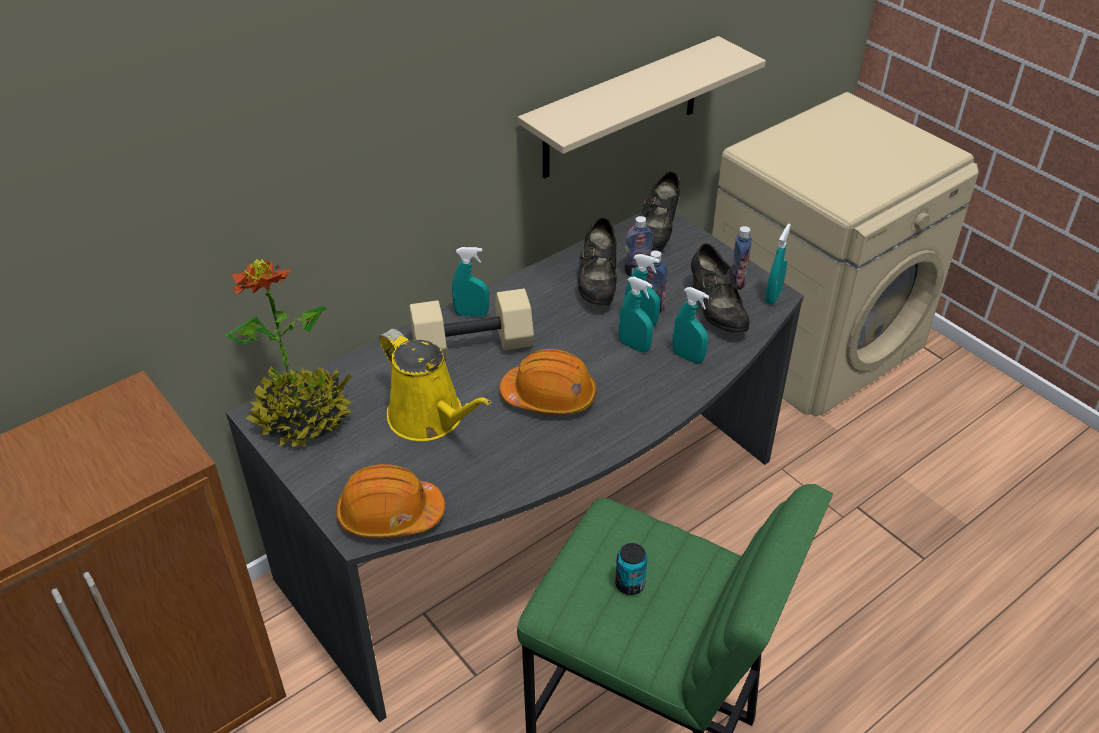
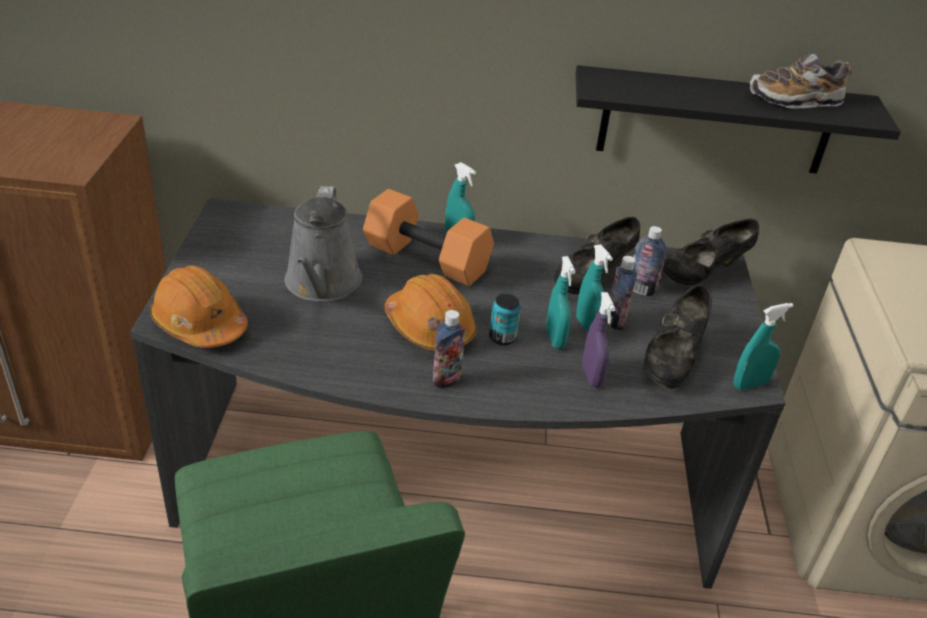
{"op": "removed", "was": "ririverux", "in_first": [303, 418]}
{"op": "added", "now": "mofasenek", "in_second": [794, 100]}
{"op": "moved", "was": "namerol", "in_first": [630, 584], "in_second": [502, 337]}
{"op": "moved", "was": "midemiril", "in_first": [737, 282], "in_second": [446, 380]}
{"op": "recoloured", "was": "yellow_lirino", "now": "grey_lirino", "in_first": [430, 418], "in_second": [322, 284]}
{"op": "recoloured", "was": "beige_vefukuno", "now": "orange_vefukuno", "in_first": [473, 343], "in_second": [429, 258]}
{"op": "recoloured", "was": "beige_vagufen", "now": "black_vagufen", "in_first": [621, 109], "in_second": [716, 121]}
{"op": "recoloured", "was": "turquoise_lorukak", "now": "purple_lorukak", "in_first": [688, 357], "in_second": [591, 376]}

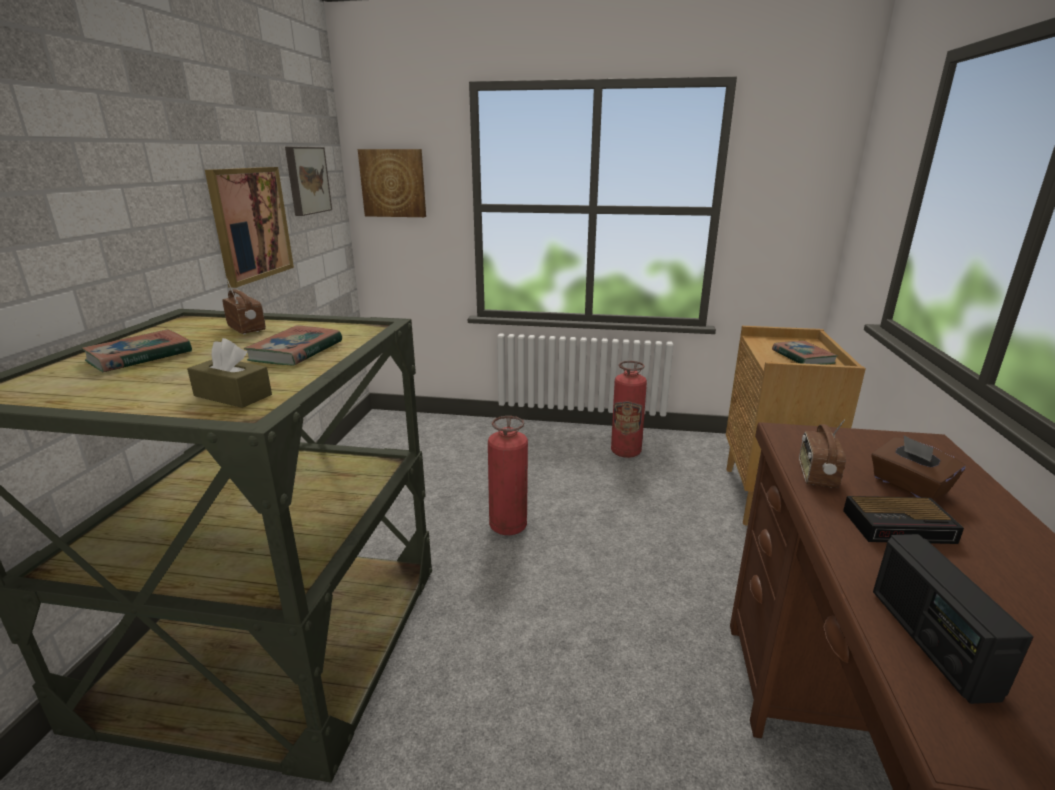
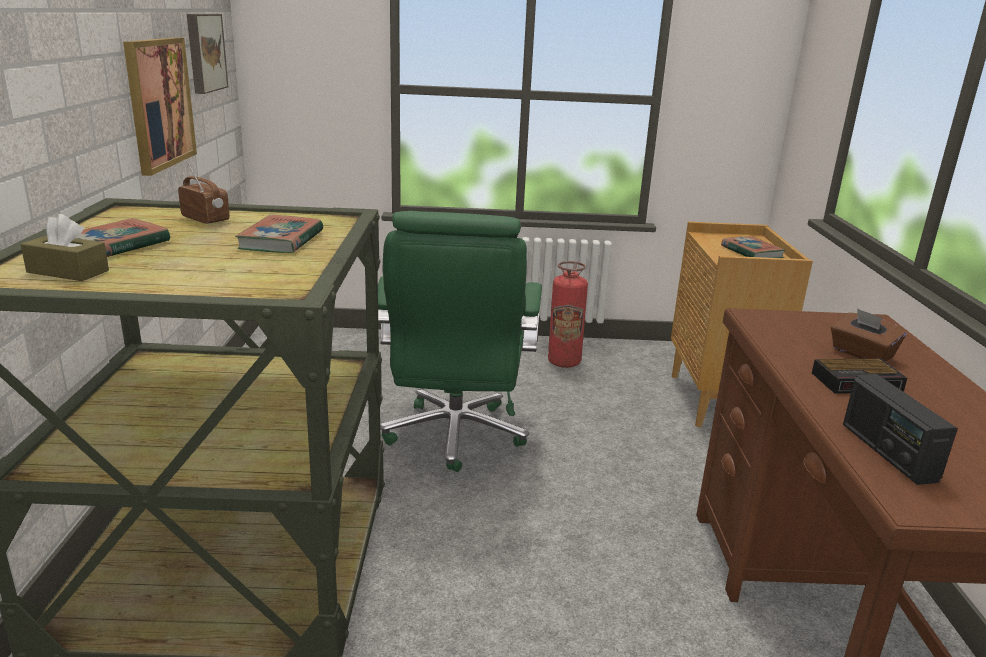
{"op": "removed", "was": "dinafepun", "in_first": [393, 183]}
{"op": "removed", "was": "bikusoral", "in_first": [816, 475]}
{"op": "moved", "was": "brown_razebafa", "in_first": [233, 395], "in_second": [68, 271]}
{"op": "replaced", "was": "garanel", "now": "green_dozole", "in_first": [508, 526], "in_second": [454, 439]}

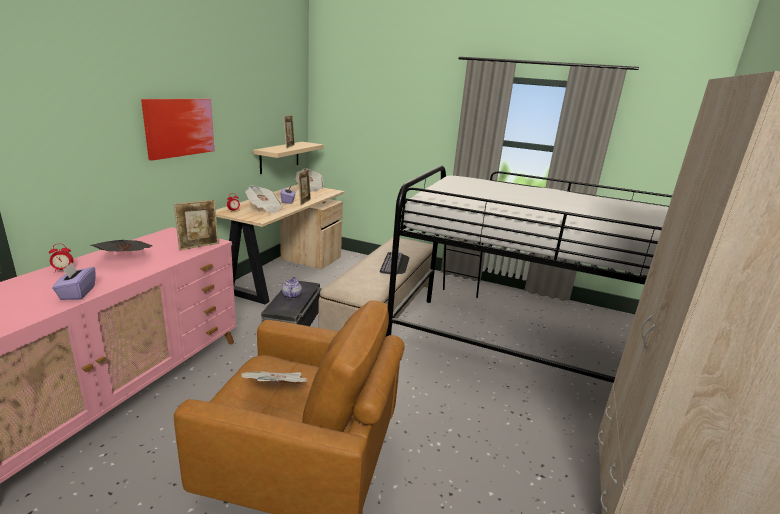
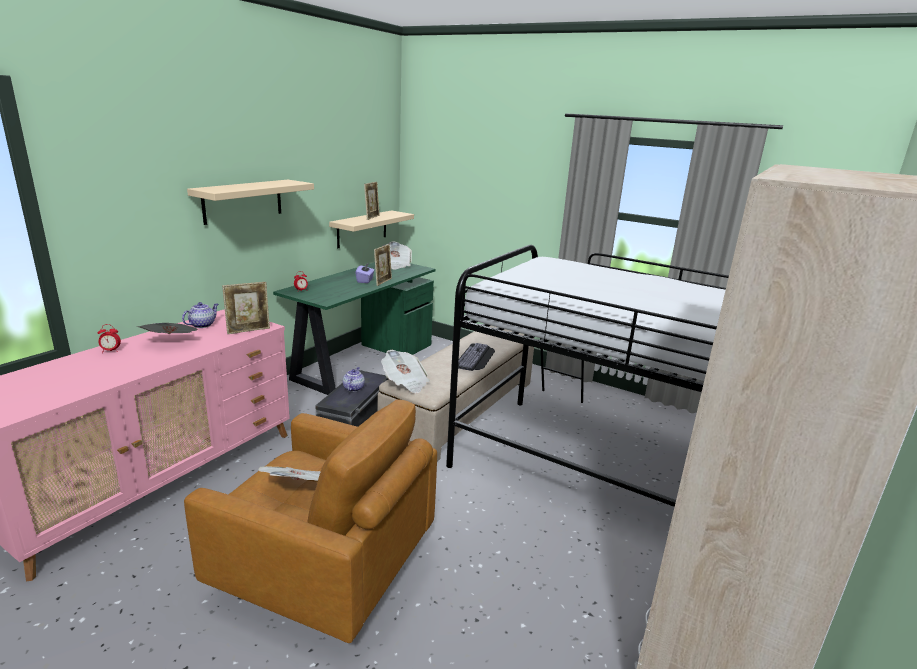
{"op": "removed", "was": "purple_razebafa", "in_first": [77, 293]}
{"op": "added", "now": "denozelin", "in_second": [202, 325]}
{"op": "moved", "was": "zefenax", "in_first": [265, 209], "in_second": [405, 383]}
{"op": "replaced", "was": "dinafepun", "now": "beige_vagufen", "in_first": [179, 127], "in_second": [243, 201]}
{"op": "recoloured", "was": "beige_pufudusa", "now": "green_pufudusa", "in_first": [285, 273], "in_second": [362, 361]}

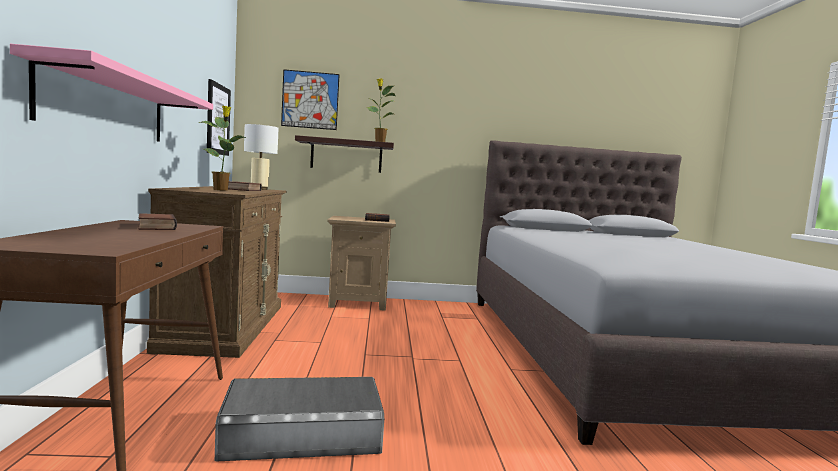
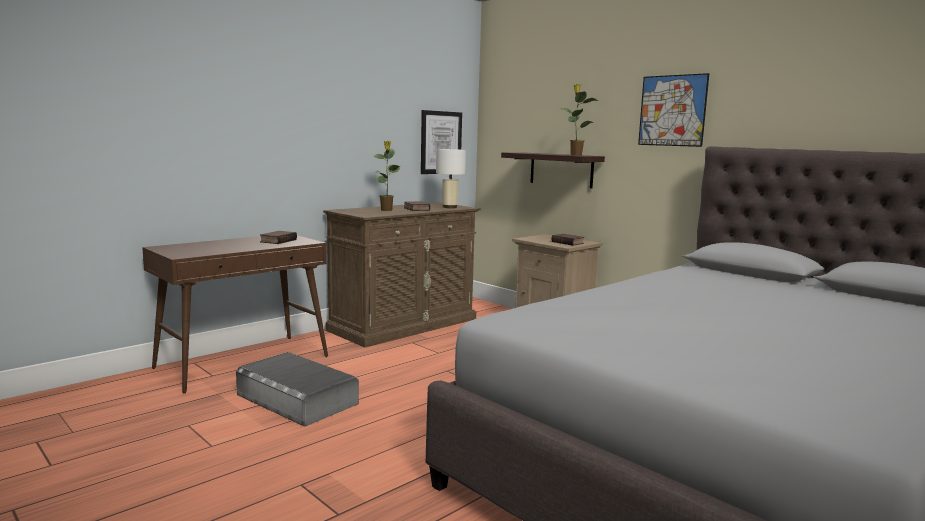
{"op": "removed", "was": "pink_vagufen", "in_first": [108, 106]}
{"op": "moved", "was": "dinafepun", "in_first": [310, 100], "in_second": [672, 110]}

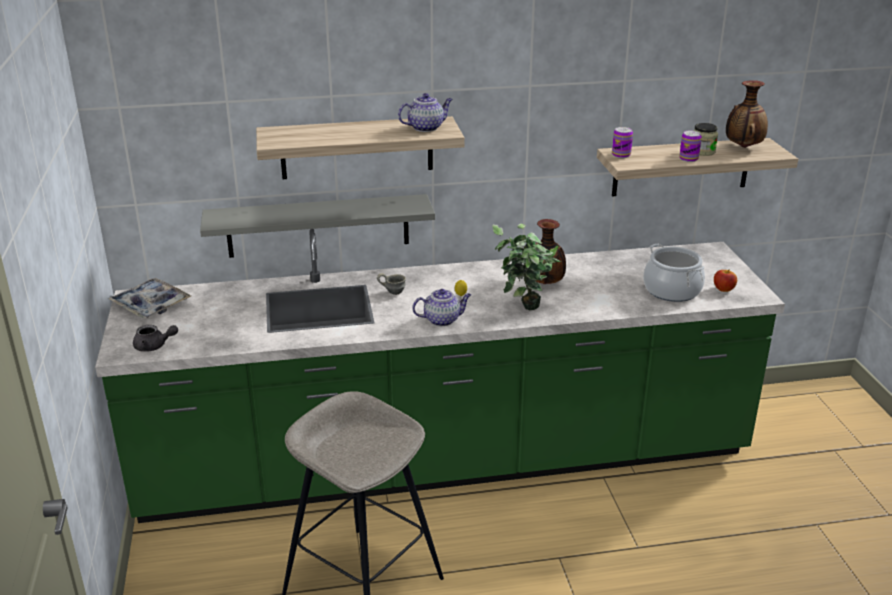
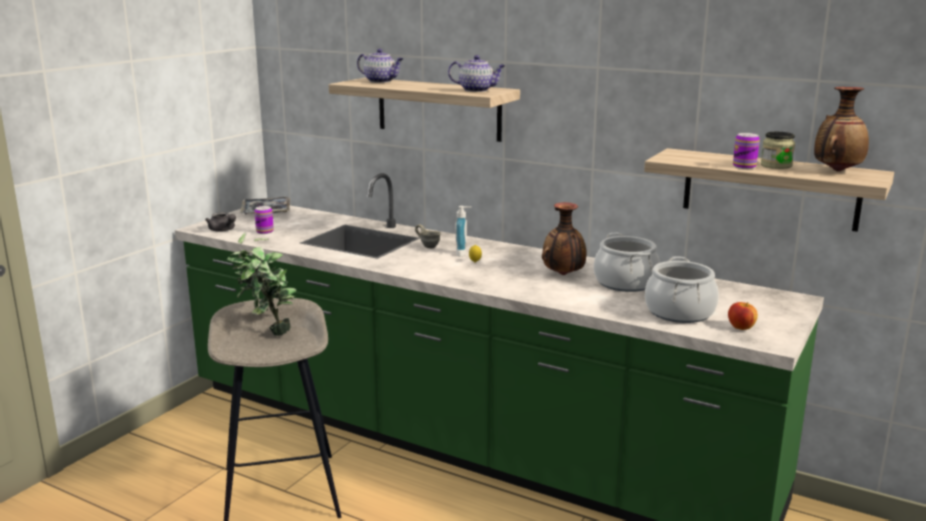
{"op": "removed", "was": "grey_vagufen", "in_first": [318, 226]}
{"op": "added", "now": "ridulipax", "in_second": [463, 253]}
{"op": "added", "now": "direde", "in_second": [625, 283]}
{"op": "moved", "was": "denozelin", "in_first": [442, 320], "in_second": [381, 81]}
{"op": "moved", "was": "ririverux", "in_first": [523, 311], "in_second": [267, 334]}
{"op": "moved", "was": "namerol", "in_first": [621, 155], "in_second": [265, 231]}

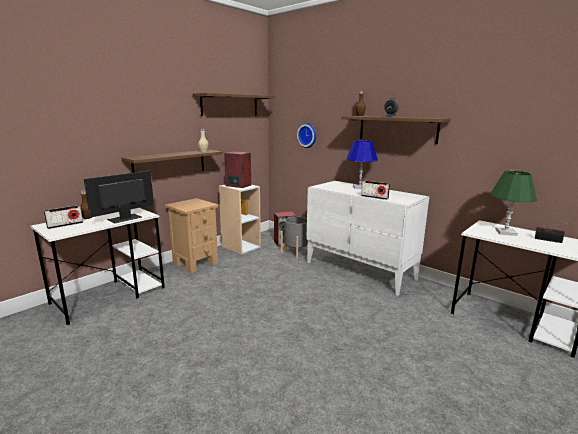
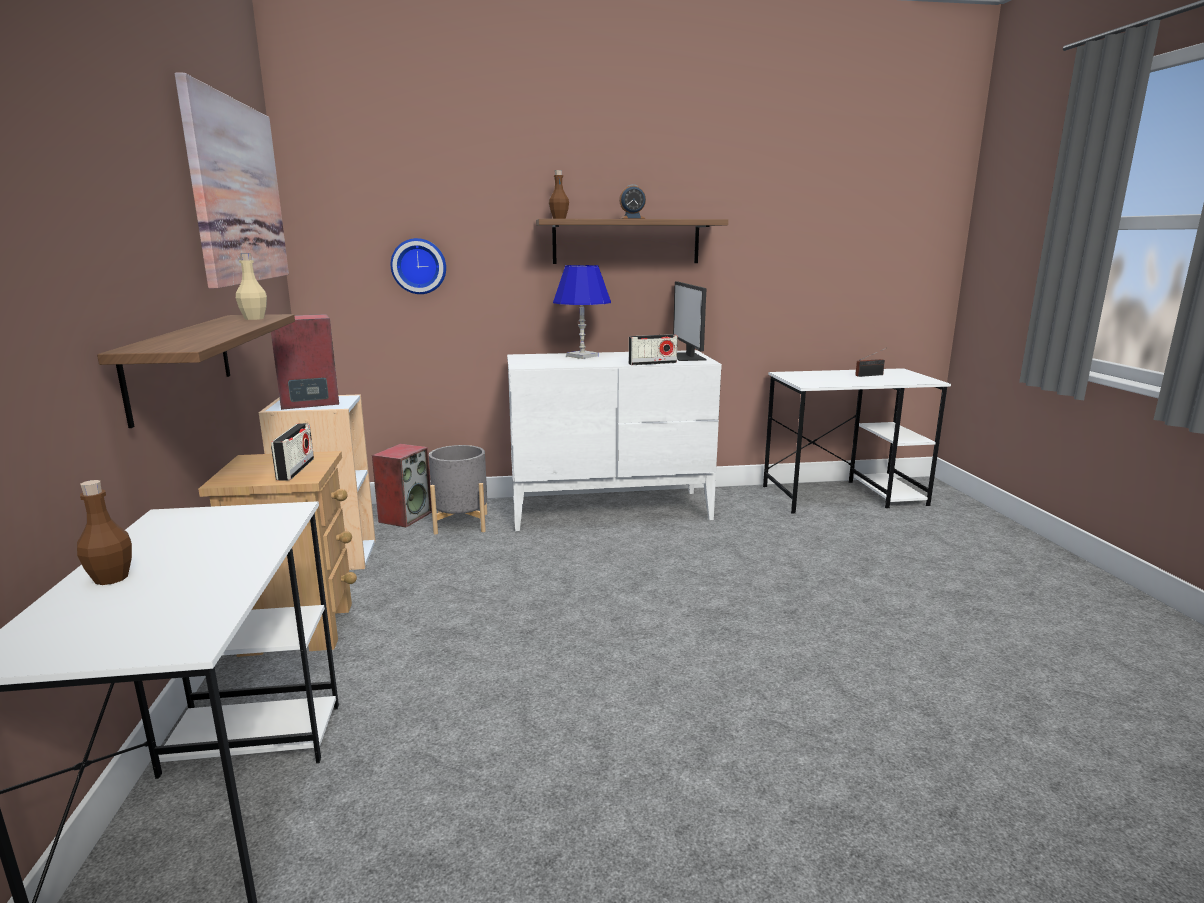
{"op": "removed", "was": "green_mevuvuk", "in_first": [505, 232]}
{"op": "moved", "was": "bikusoral", "in_first": [65, 225], "in_second": [296, 469]}
{"op": "moved", "was": "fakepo", "in_first": [124, 218], "in_second": [688, 357]}
{"op": "replaced", "was": "vagufen", "now": "dinafepun", "in_first": [230, 105], "in_second": [237, 192]}

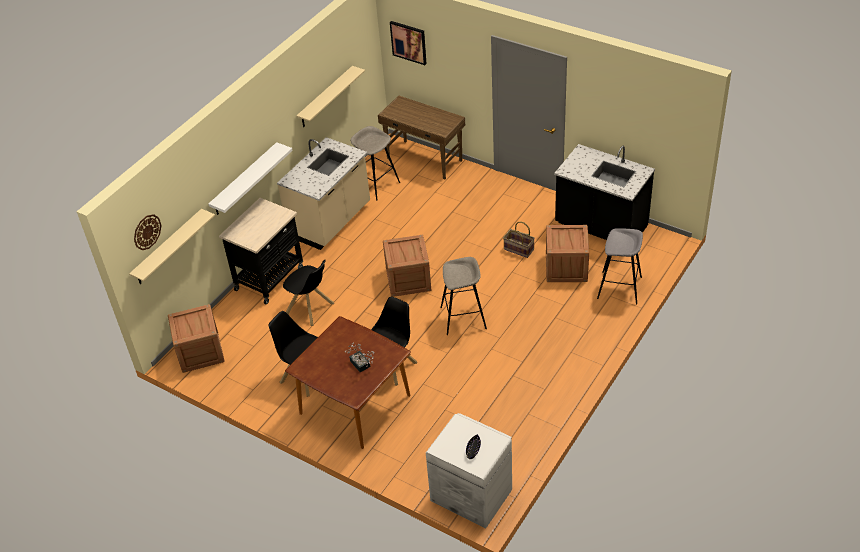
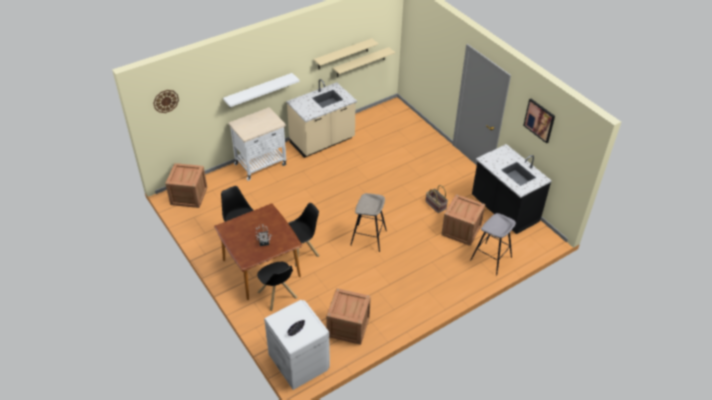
{"op": "removed", "was": "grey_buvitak", "in_first": [375, 184]}
{"op": "removed", "was": "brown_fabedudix", "in_first": [425, 160]}
{"op": "moved", "was": "beige_vagufen", "in_first": [168, 247], "in_second": [361, 62]}
{"op": "moved", "was": "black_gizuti", "in_first": [311, 309], "in_second": [278, 296]}
{"op": "moved", "was": "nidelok", "in_first": [408, 280], "in_second": [348, 326]}
{"op": "moved", "was": "dinafepun", "in_first": [408, 42], "in_second": [539, 120]}
{"op": "recoloured", "was": "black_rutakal", "now": "white_rutakal", "in_first": [269, 278], "in_second": [260, 164]}

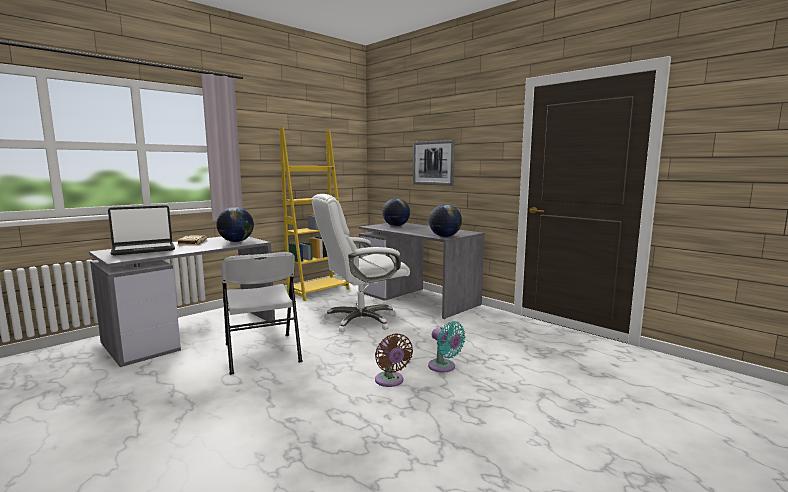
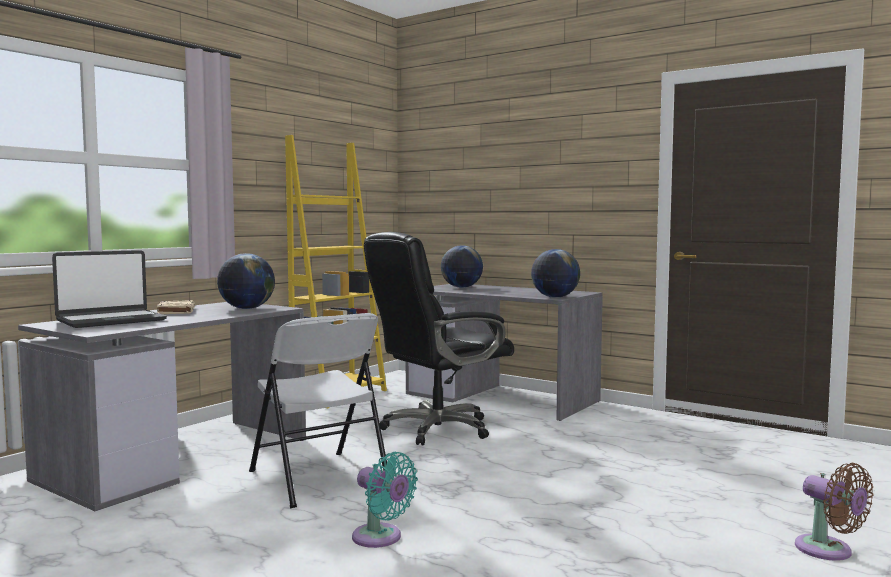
{"op": "removed", "was": "dinafepun", "in_first": [433, 163]}
{"op": "moved", "was": "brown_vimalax", "in_first": [390, 381], "in_second": [829, 551]}
{"op": "moved", "was": "turquoise_vimalax", "in_first": [444, 367], "in_second": [380, 538]}
{"op": "recoloured", "was": "white_dozole", "now": "black_dozole", "in_first": [362, 320], "in_second": [439, 428]}

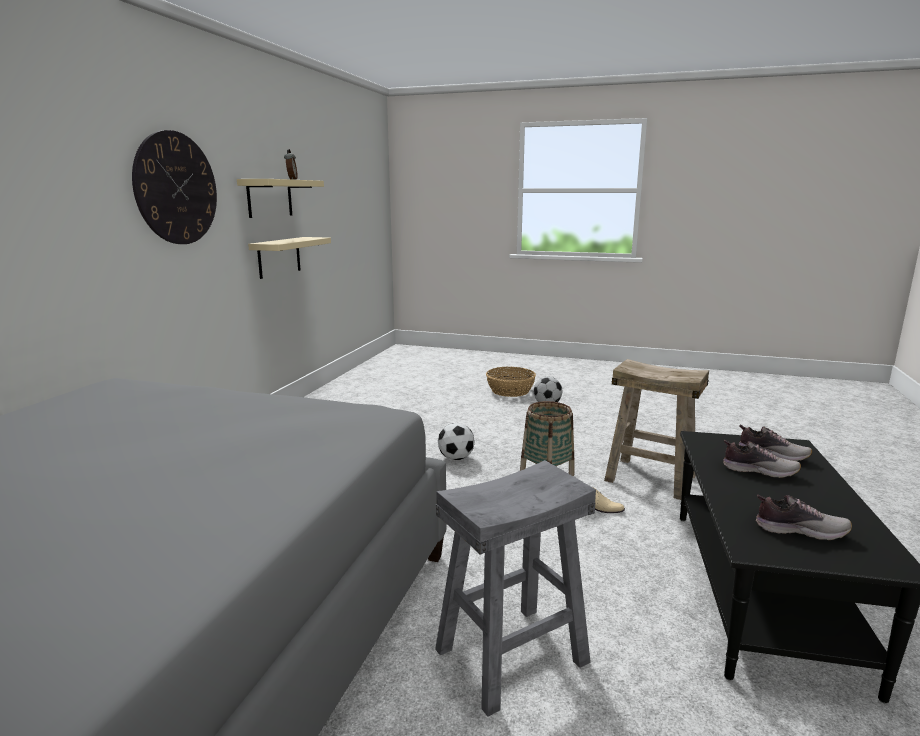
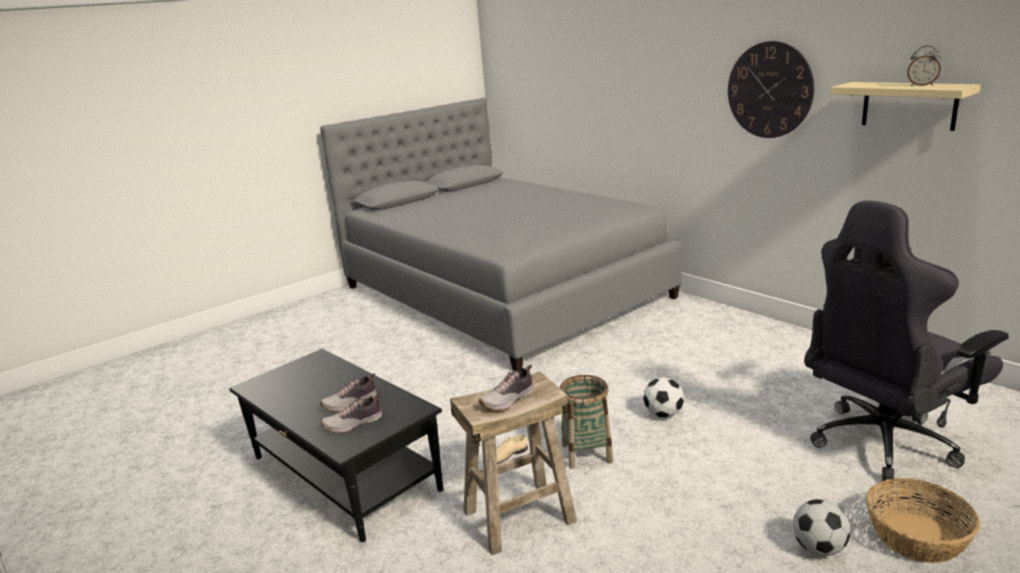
{"op": "removed", "was": "beige_vagufen", "in_first": [279, 257]}
{"op": "removed", "was": "grey_buvitak", "in_first": [511, 654]}
{"op": "added", "now": "black_dozole", "in_second": [887, 440]}
{"op": "moved", "was": "mofasenek", "in_first": [799, 530], "in_second": [508, 400]}

